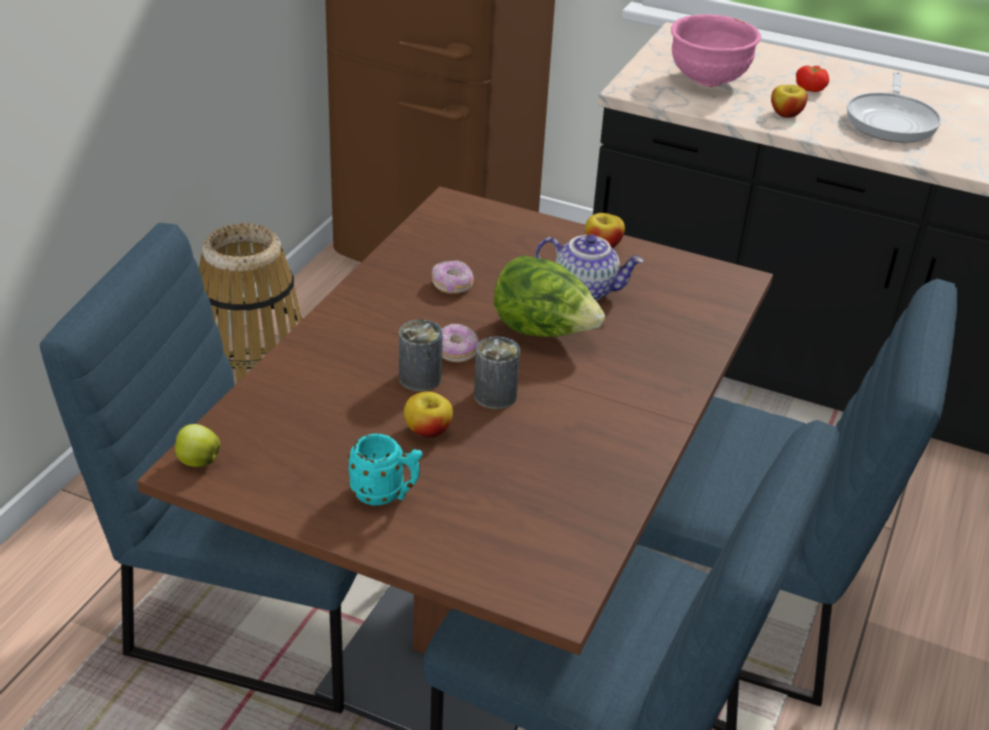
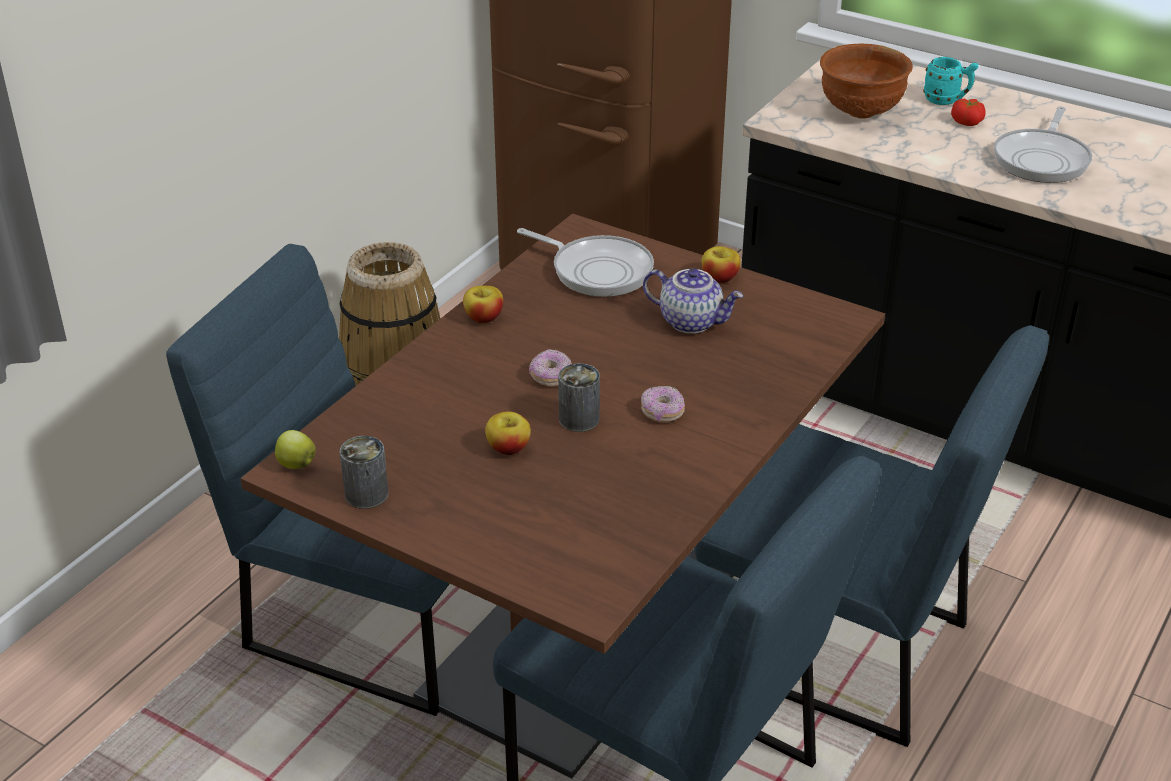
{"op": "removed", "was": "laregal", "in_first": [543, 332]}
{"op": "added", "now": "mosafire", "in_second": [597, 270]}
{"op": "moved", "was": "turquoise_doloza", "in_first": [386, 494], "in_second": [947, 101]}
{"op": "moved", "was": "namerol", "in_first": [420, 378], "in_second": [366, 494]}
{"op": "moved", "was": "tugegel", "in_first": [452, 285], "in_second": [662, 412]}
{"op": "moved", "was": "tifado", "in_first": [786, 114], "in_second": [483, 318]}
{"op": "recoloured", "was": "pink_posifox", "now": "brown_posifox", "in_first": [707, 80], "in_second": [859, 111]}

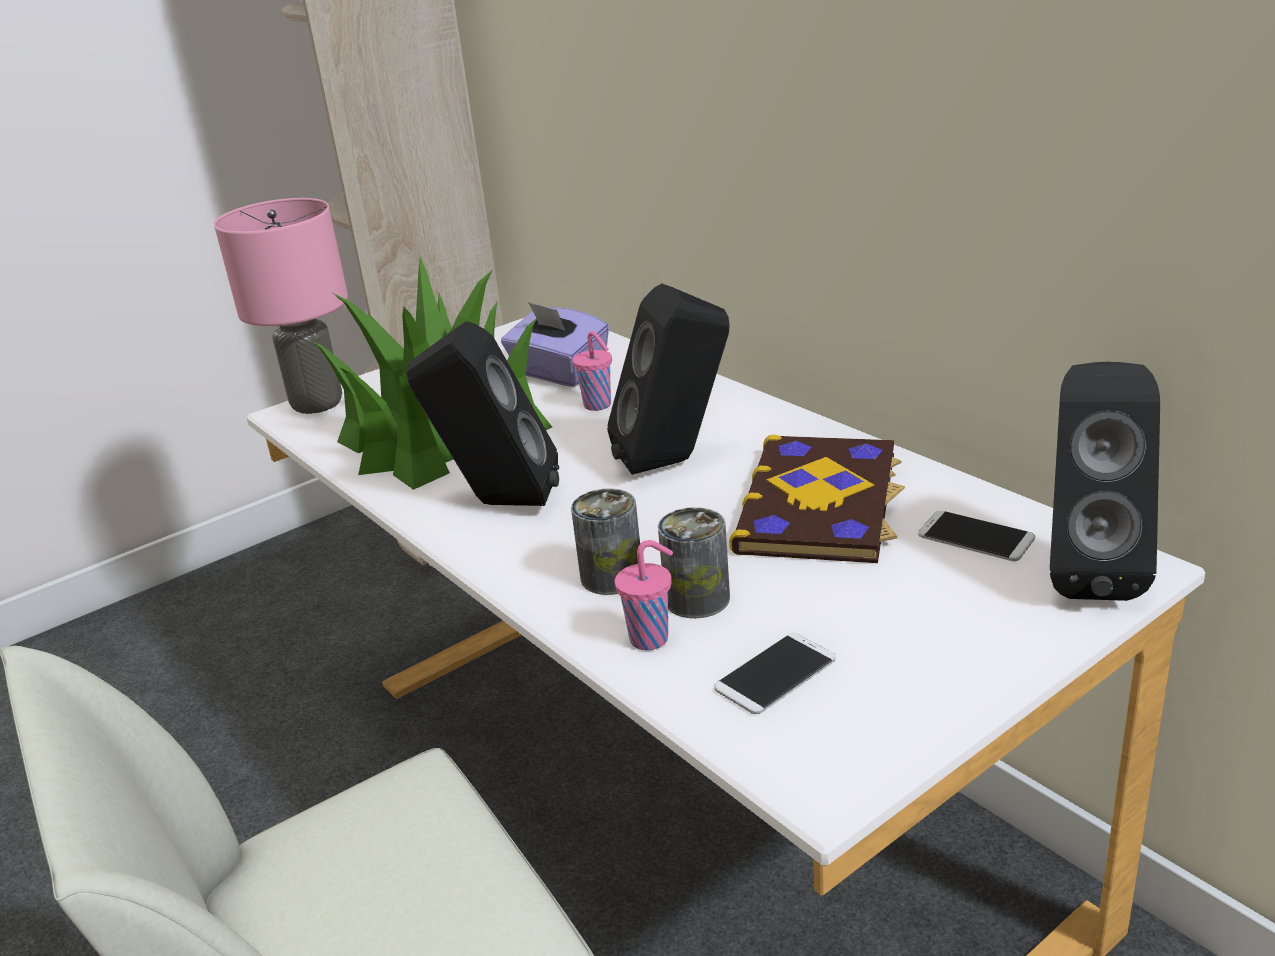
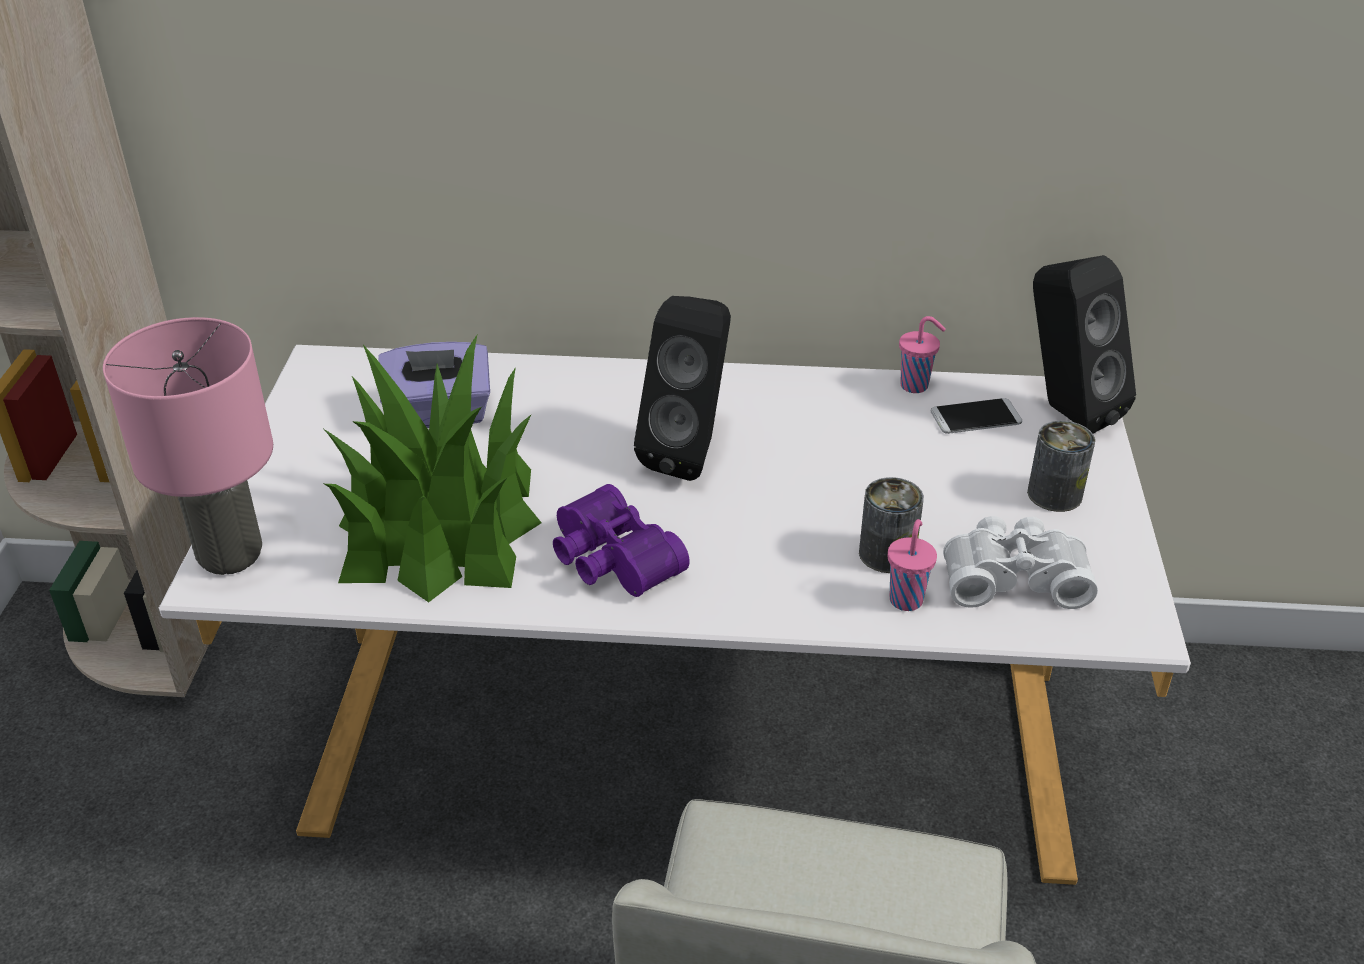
{"op": "removed", "was": "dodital", "in_first": [821, 503]}
{"op": "moved", "was": "namerol", "in_first": [611, 576], "in_second": [1054, 494]}
{"op": "moved", "was": "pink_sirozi", "in_first": [599, 406], "in_second": [916, 386]}
{"op": "replaced", "was": "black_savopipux", "now": "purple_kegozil", "in_first": [496, 503], "in_second": [610, 561]}
{"op": "replaced", "was": "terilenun", "now": "white_kegozil", "in_first": [775, 674], "in_second": [1013, 577]}

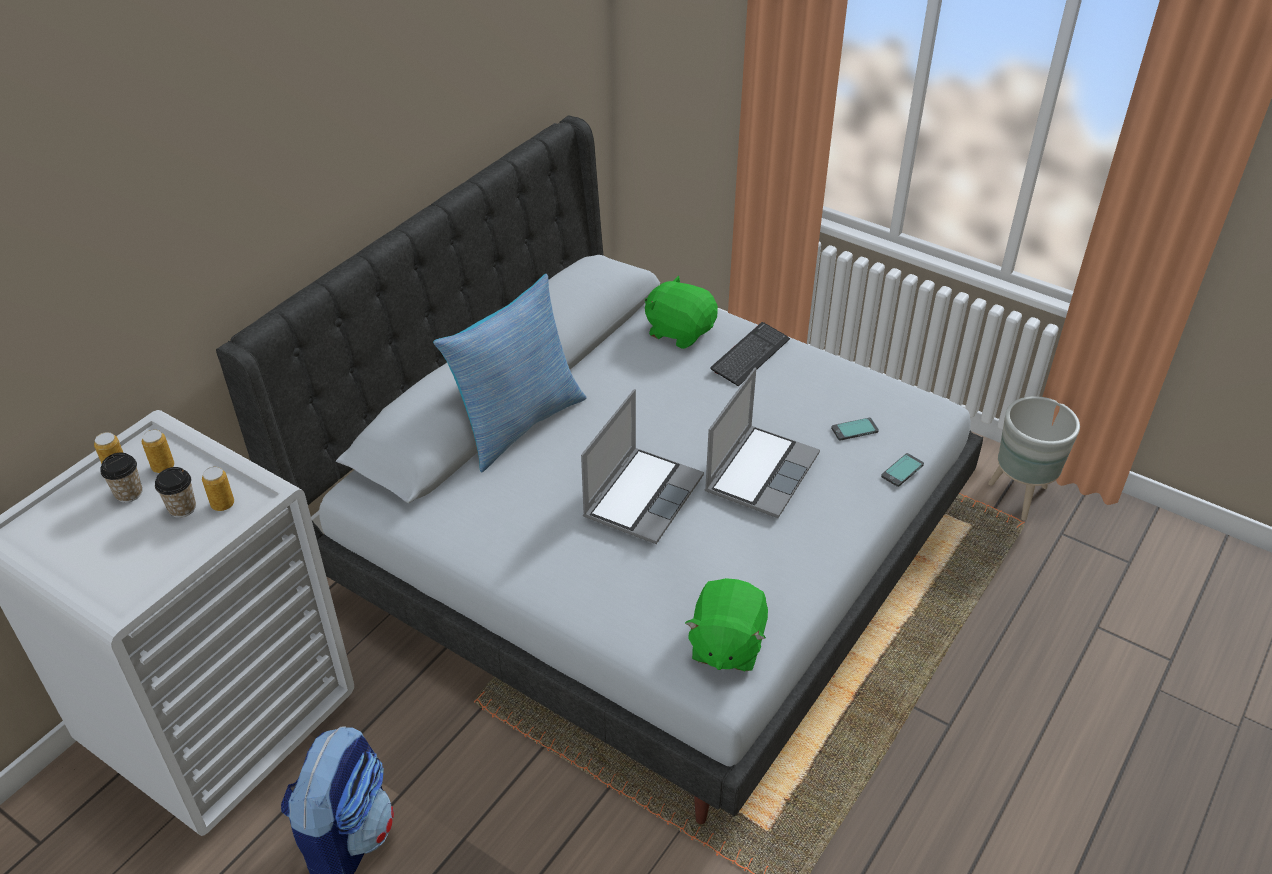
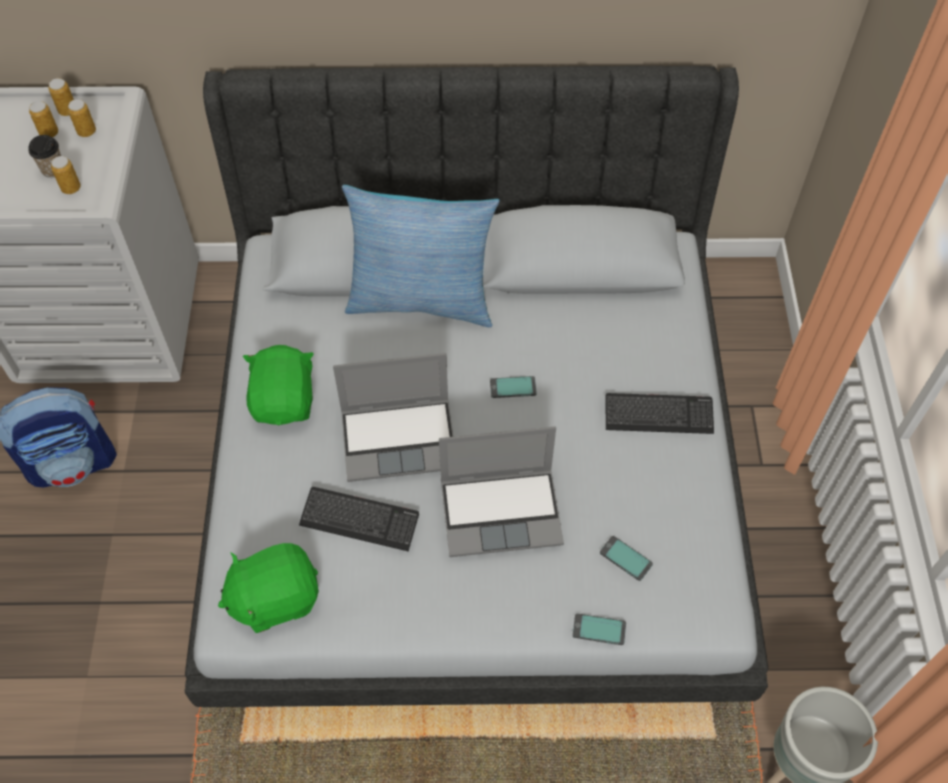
{"op": "added", "now": "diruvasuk", "in_second": [359, 520]}
{"op": "added", "now": "terilenun", "in_second": [513, 388]}
{"op": "moved", "was": "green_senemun", "in_first": [680, 331], "in_second": [285, 401]}
{"op": "replaced", "was": "sirozi", "now": "namerol", "in_first": [129, 493], "in_second": [49, 133]}

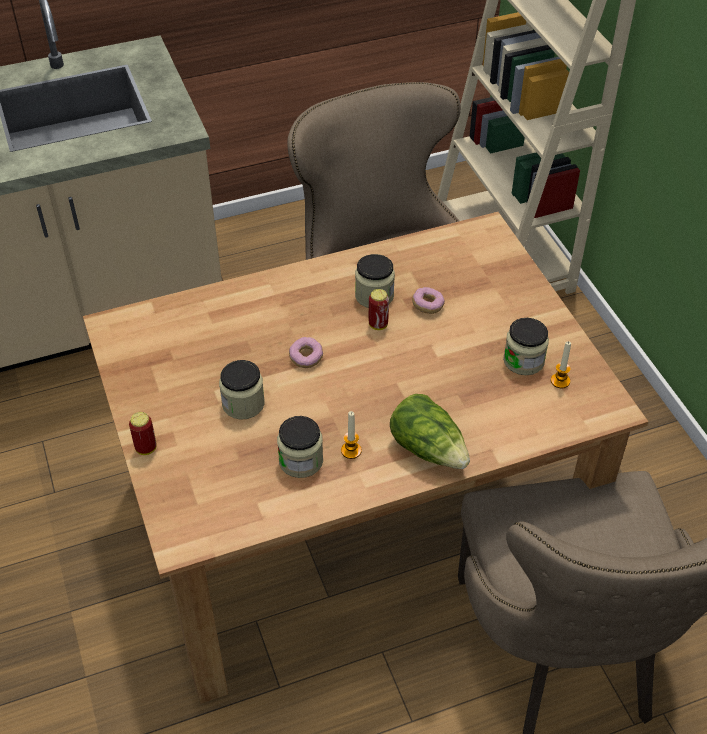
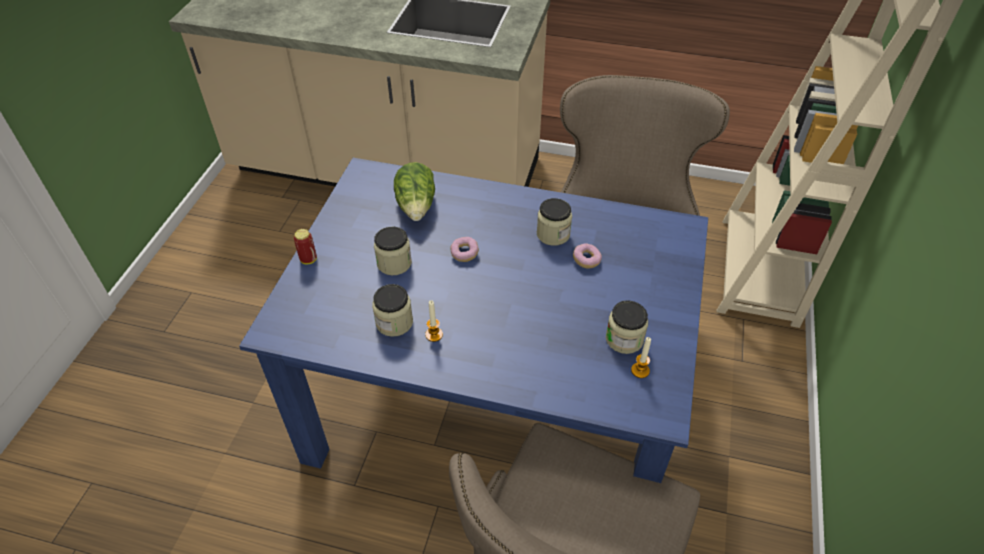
{"op": "removed", "was": "namerol", "in_first": [378, 325]}
{"op": "moved", "was": "laregal", "in_first": [429, 448], "in_second": [417, 206]}
{"op": "recoloured", "was": "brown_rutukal", "now": "blue_rutukal", "in_first": [351, 525], "in_second": [489, 405]}

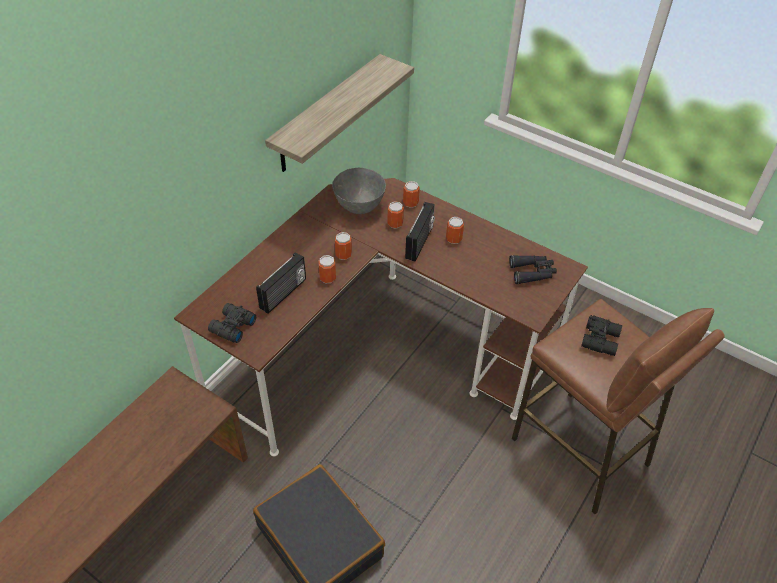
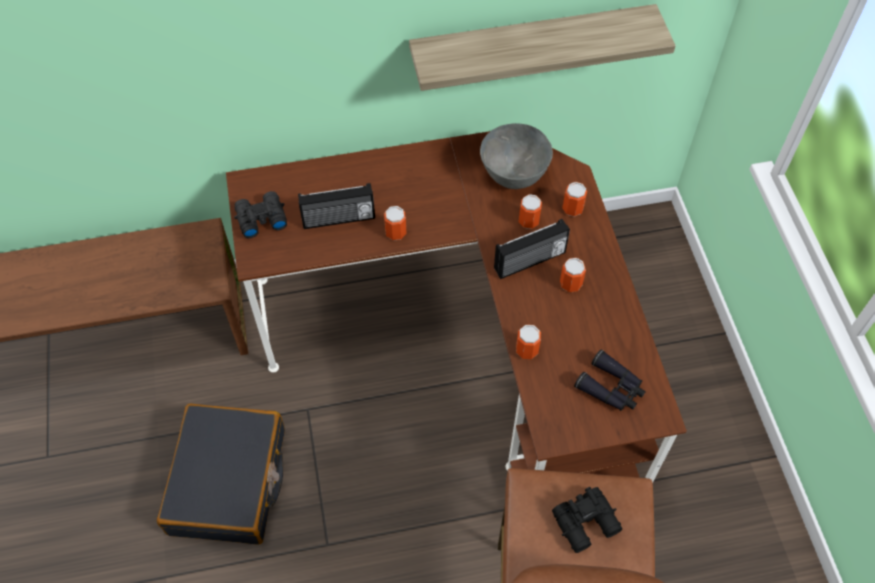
{"op": "moved", "was": "namerol", "in_first": [343, 254], "in_second": [527, 350]}

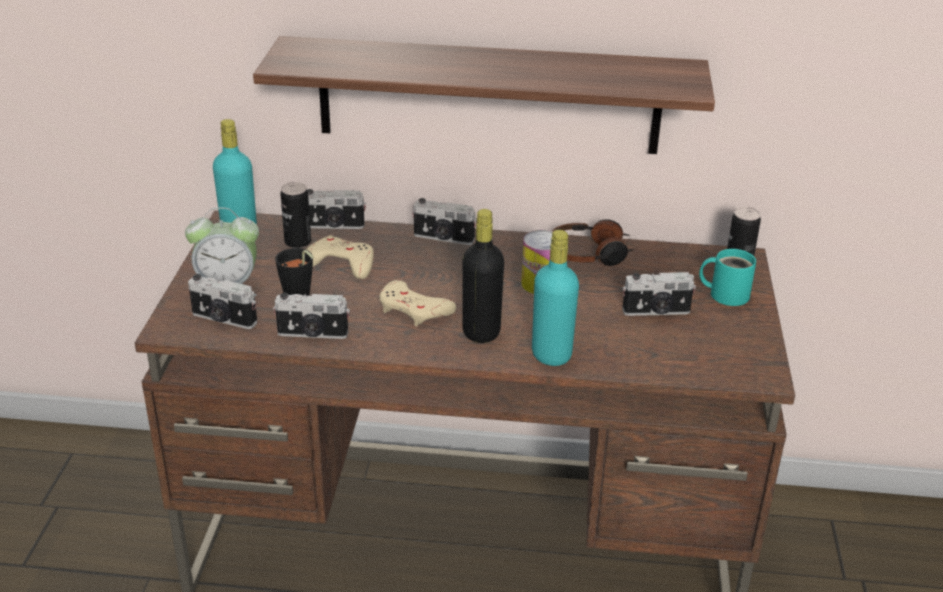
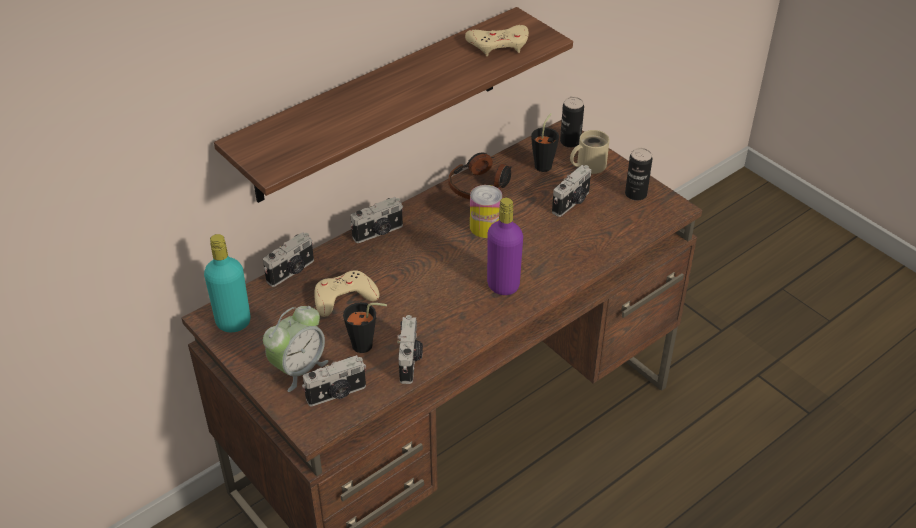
{"op": "removed", "was": "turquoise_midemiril", "in_first": [551, 355]}
{"op": "added", "now": "black_sirozi", "in_second": [545, 164]}
{"op": "moved", "was": "namerol", "in_first": [297, 242], "in_second": [635, 194]}
{"op": "moved", "was": "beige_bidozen", "in_first": [414, 309], "in_second": [499, 44]}
{"op": "recoloured", "was": "black_midemiril", "now": "purple_midemiril", "in_first": [481, 332], "in_second": [503, 285]}
{"op": "recoloured", "was": "turquoise_doloza", "now": "beige_doloza", "in_first": [726, 293], "in_second": [588, 165]}
{"op": "turned", "was": "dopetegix", "in_first": [312, 334], "in_second": [410, 361], "clockwise": -45}

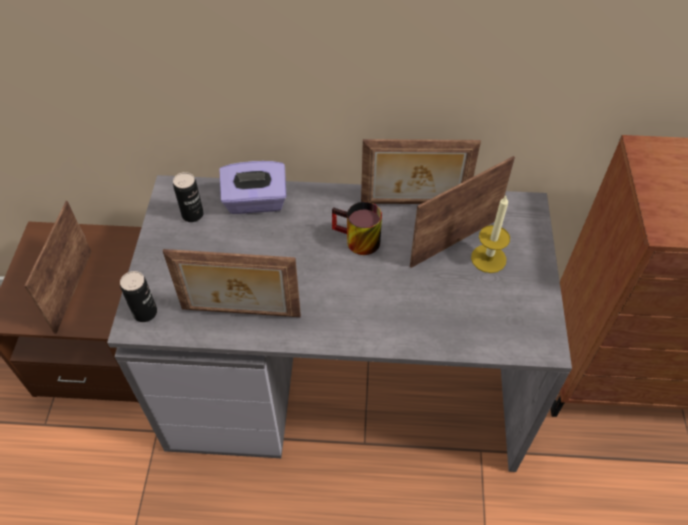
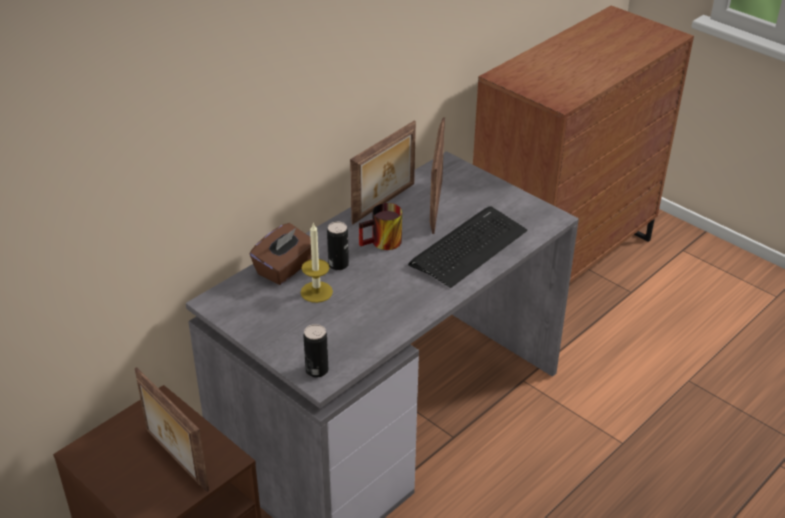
{"op": "removed", "was": "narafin", "in_first": [240, 314]}
{"op": "added", "now": "diruvasuk", "in_second": [468, 247]}
{"op": "moved", "was": "namerol", "in_first": [192, 214], "in_second": [338, 264]}
{"op": "moved", "was": "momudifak", "in_first": [488, 258], "in_second": [316, 292]}
{"op": "recoloured", "was": "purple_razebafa", "now": "brown_razebafa", "in_first": [255, 202], "in_second": [285, 268]}

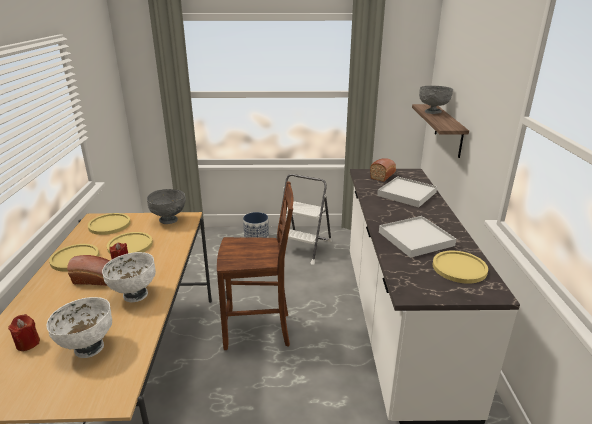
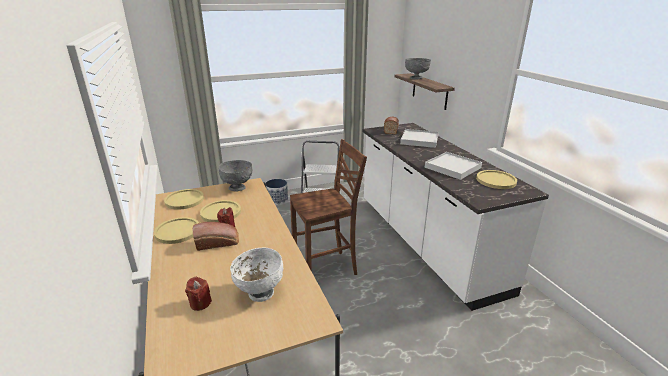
{"op": "removed", "was": "white_posifox", "in_first": [135, 295]}

